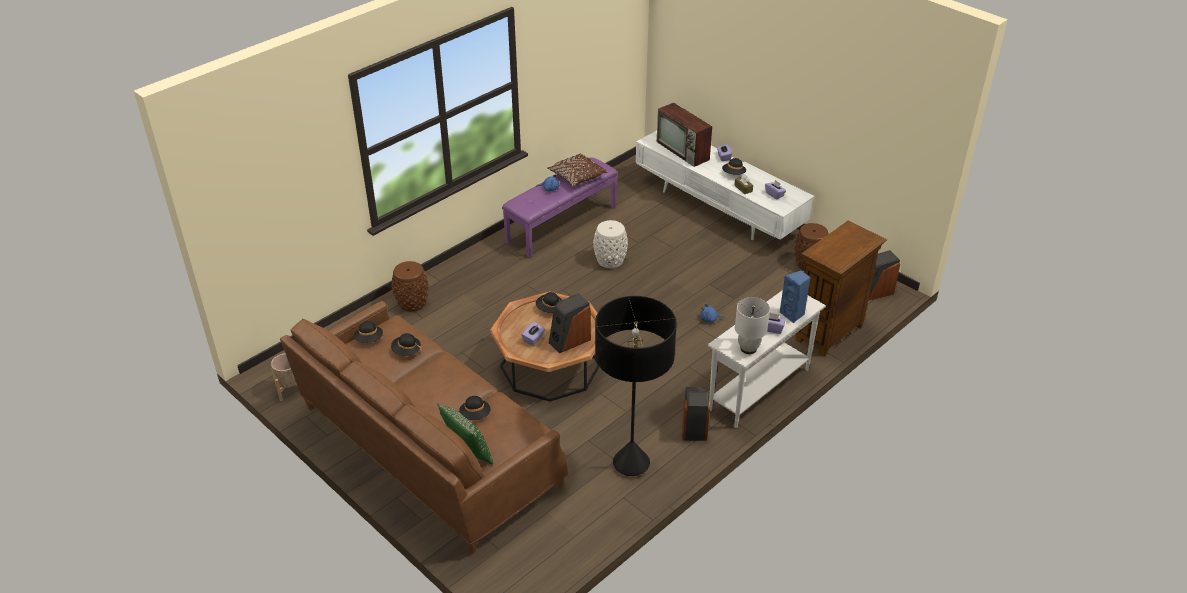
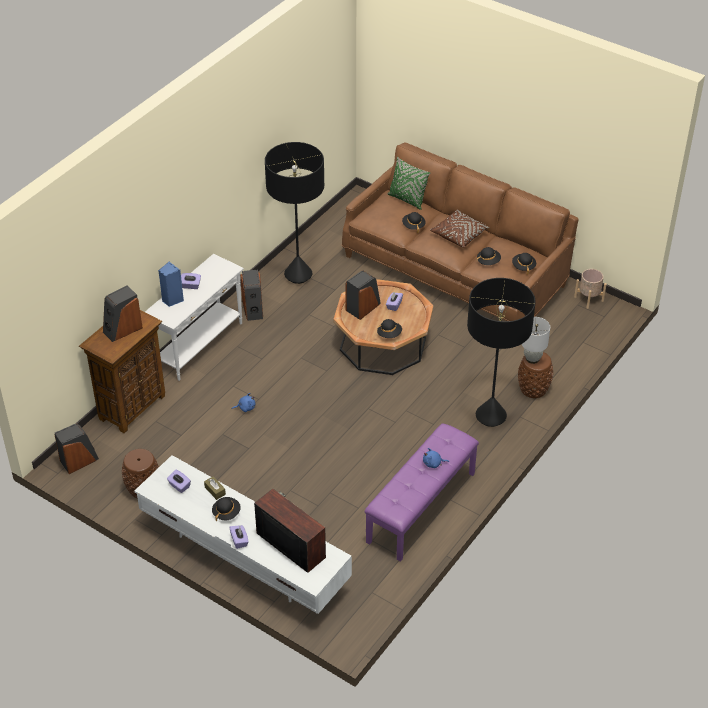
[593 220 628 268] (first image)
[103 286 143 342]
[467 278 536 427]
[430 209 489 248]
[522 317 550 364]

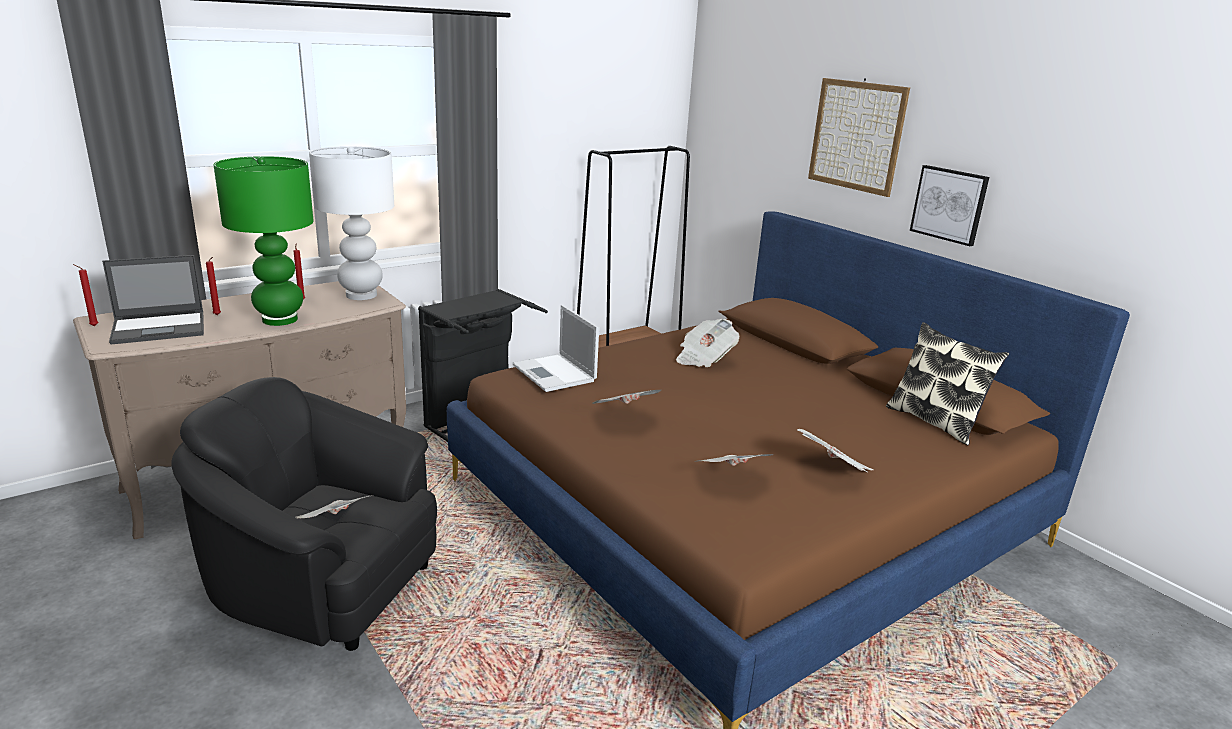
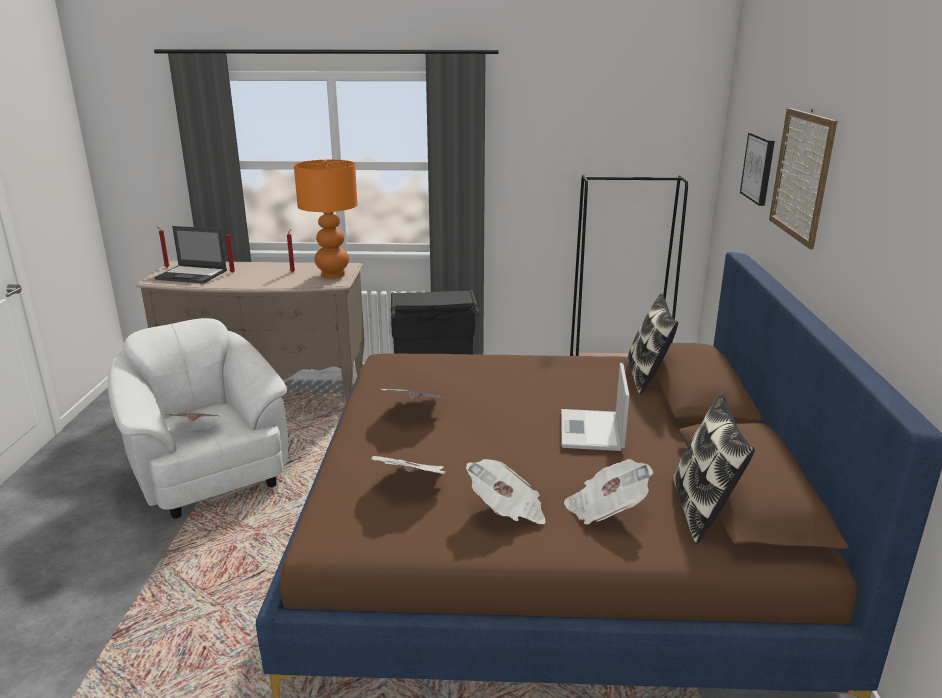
[213 156 314 326] (first image)
[627 294 678 394]
[561 363 630 451]
[564 459 653 525]
[740 132 775 206]
[108 318 288 519]
[294 160 358 279]

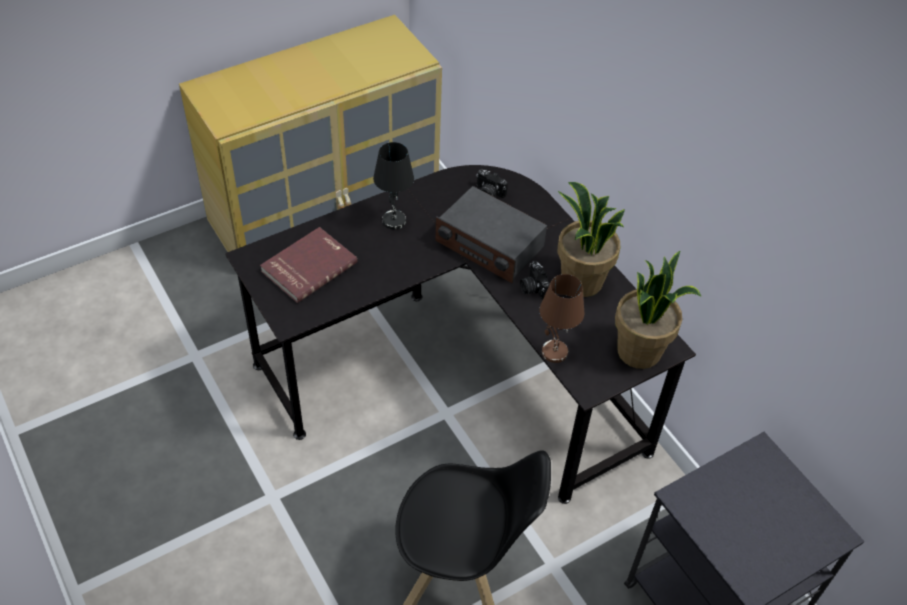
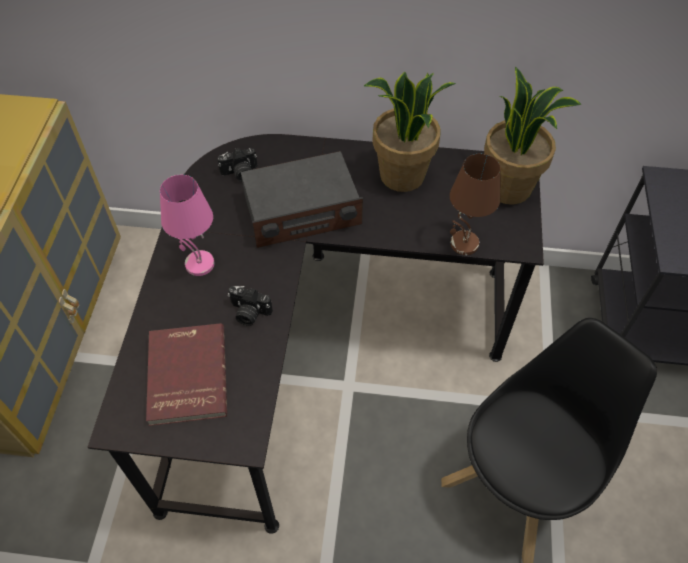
[228 286 273 326]
[160 175 215 276]

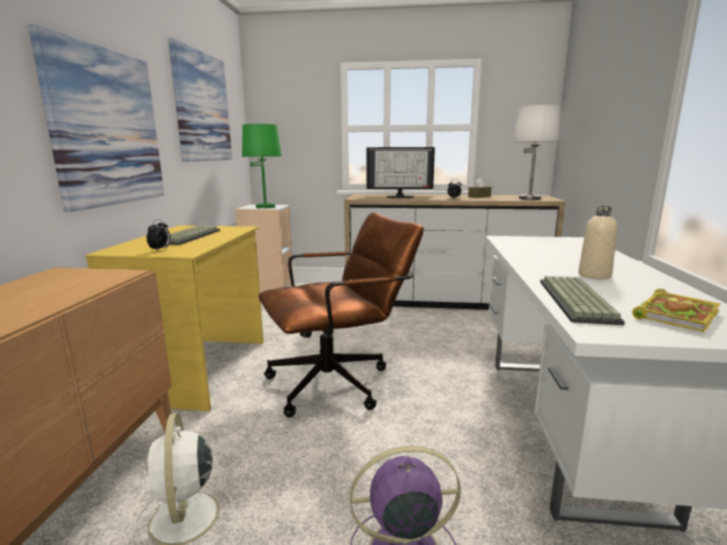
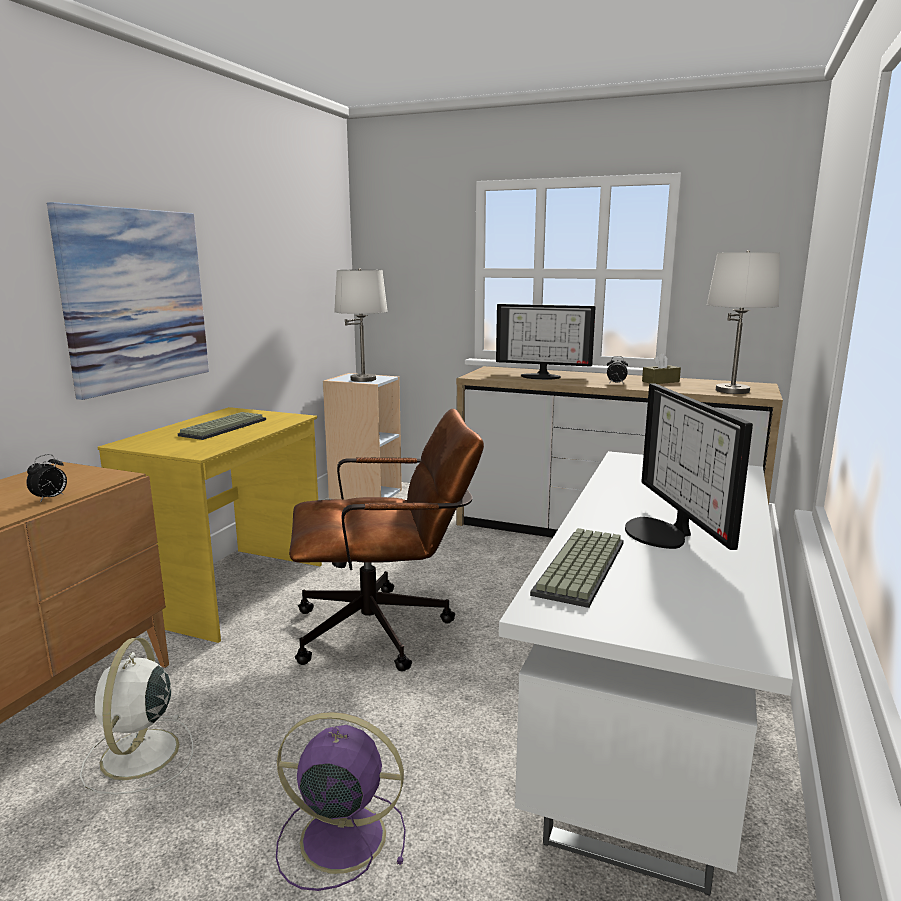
[168 38 232 162] (first image)
[632 289 721 332] (first image)
[26 454 67 502]
[625 383 753 550]
[334 268 388 382]

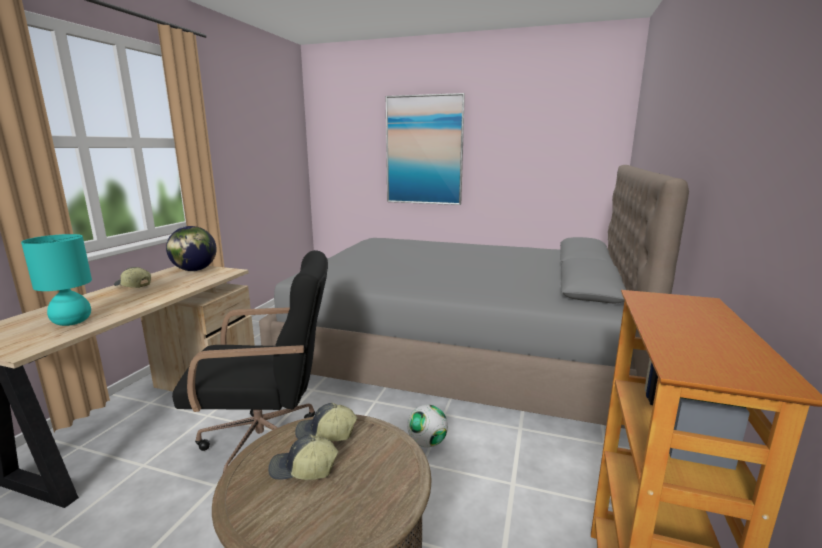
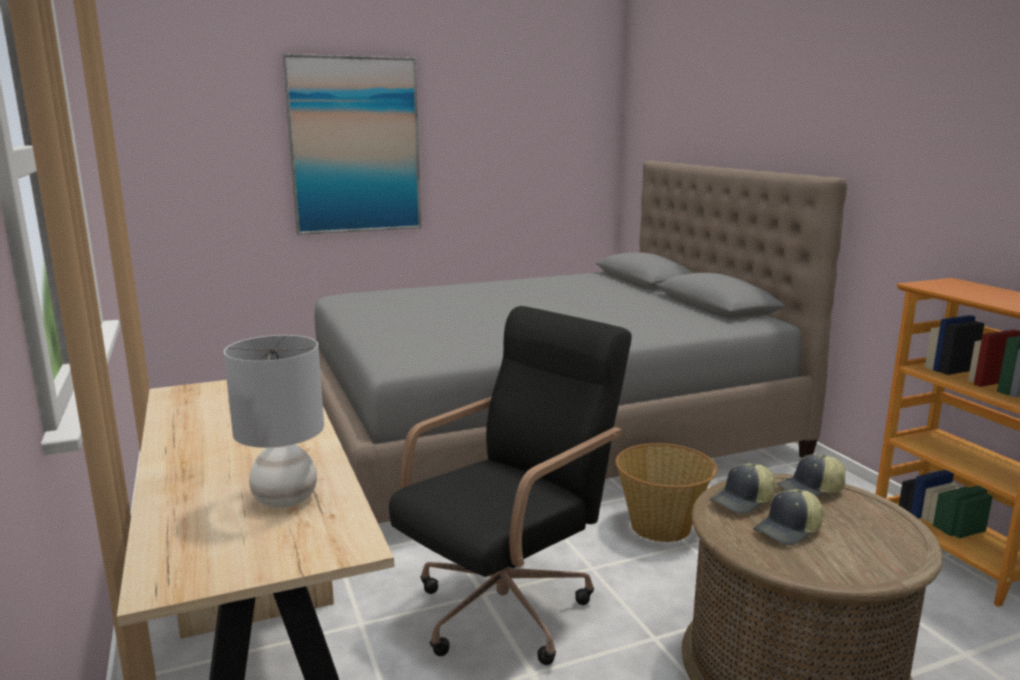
[166 226 217 271] (first image)
[776 454 846 496]
[615 443 718 542]
[224 335 324 508]

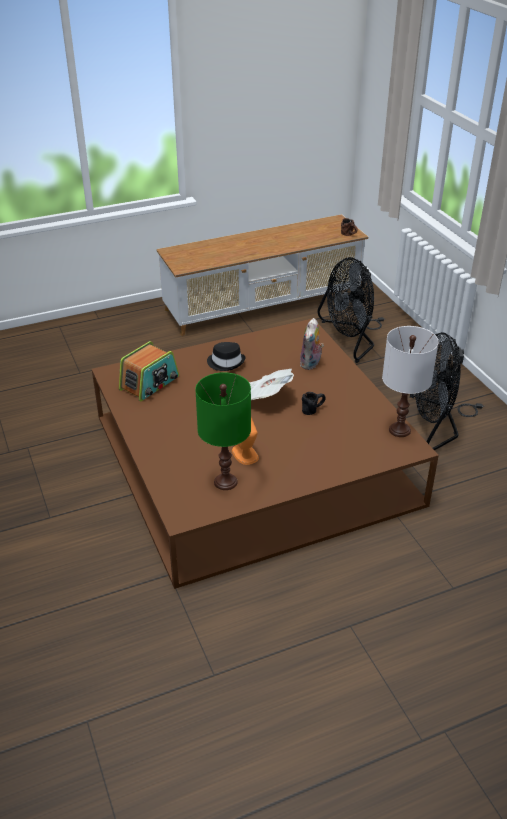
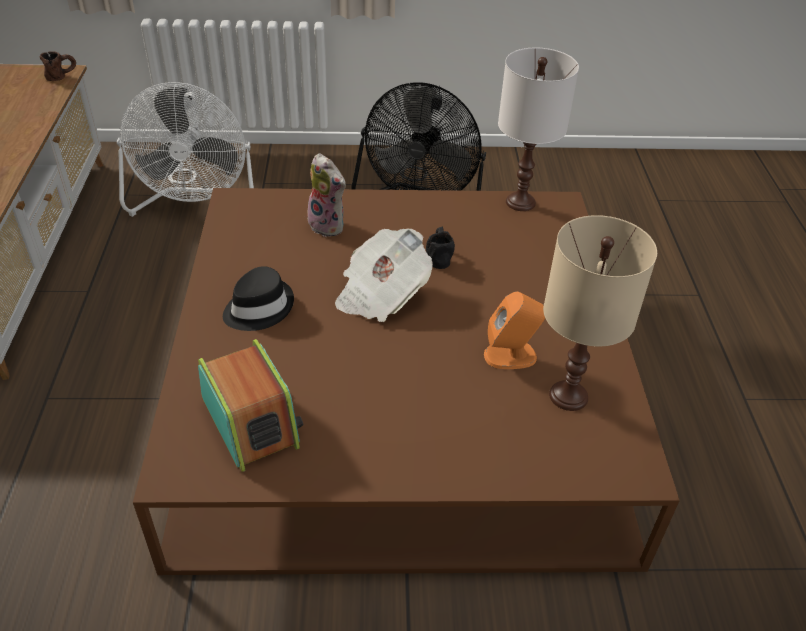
[543 215 657 411]
[117 82 254 217]

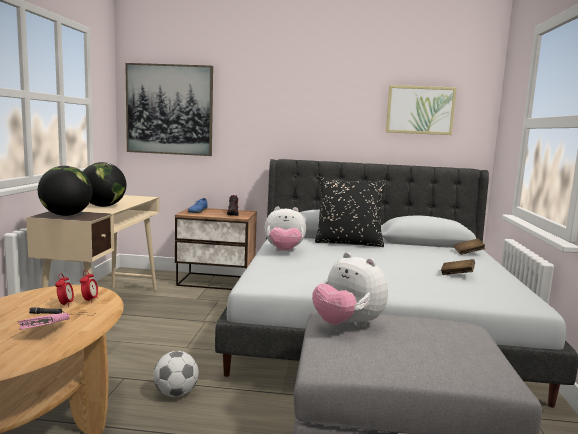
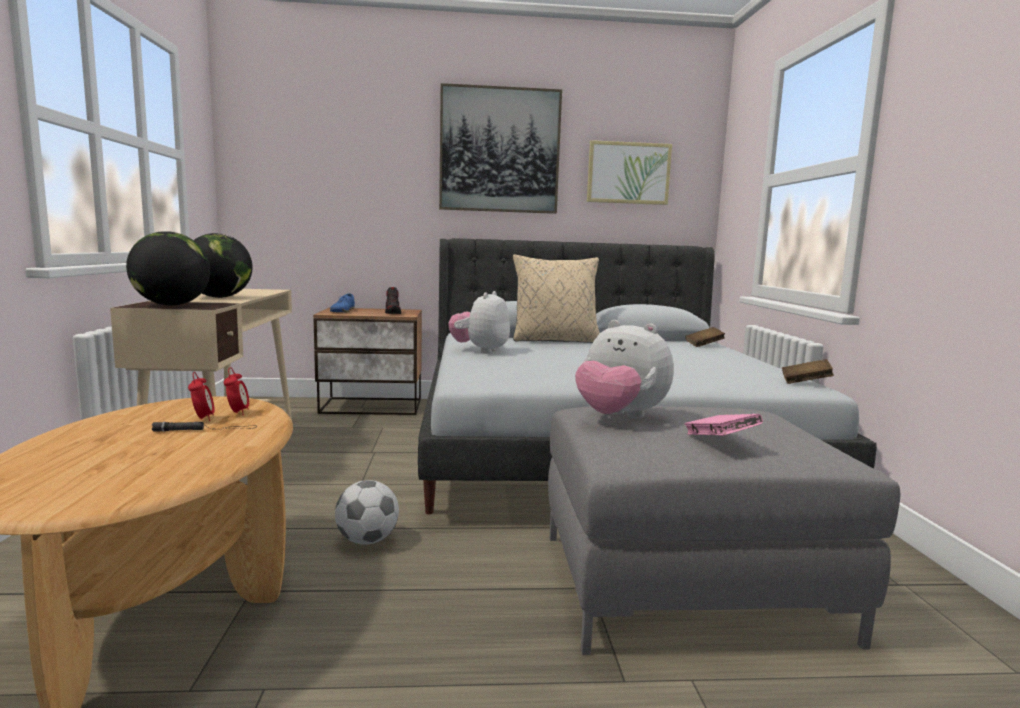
[685 414 763 436]
[439 83 562 214]
[782 359 834 384]
[513 255 600 343]
[449 291 510 353]

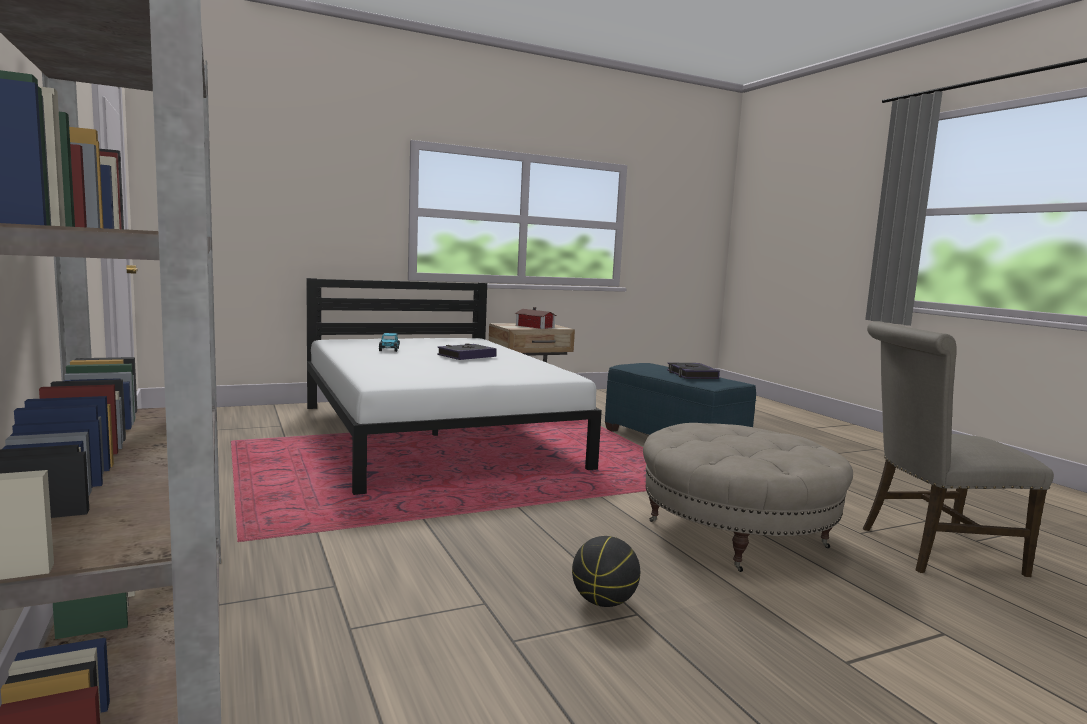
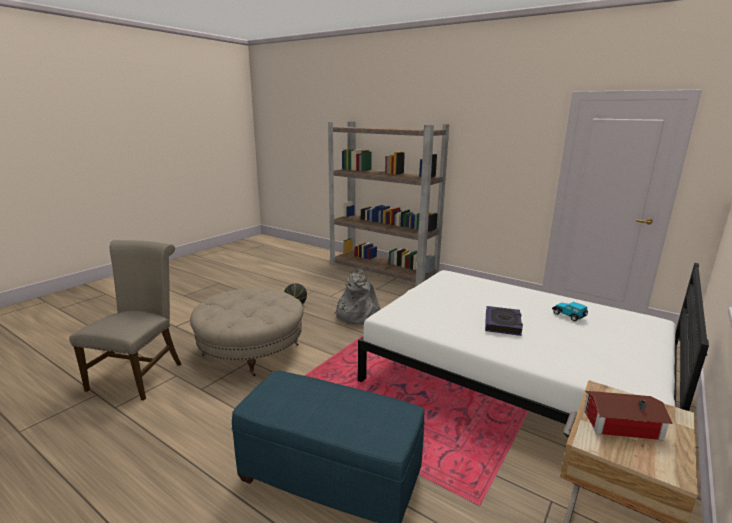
[667 362 720 379] (first image)
[334 270 381 324]
[69 240 182 400]

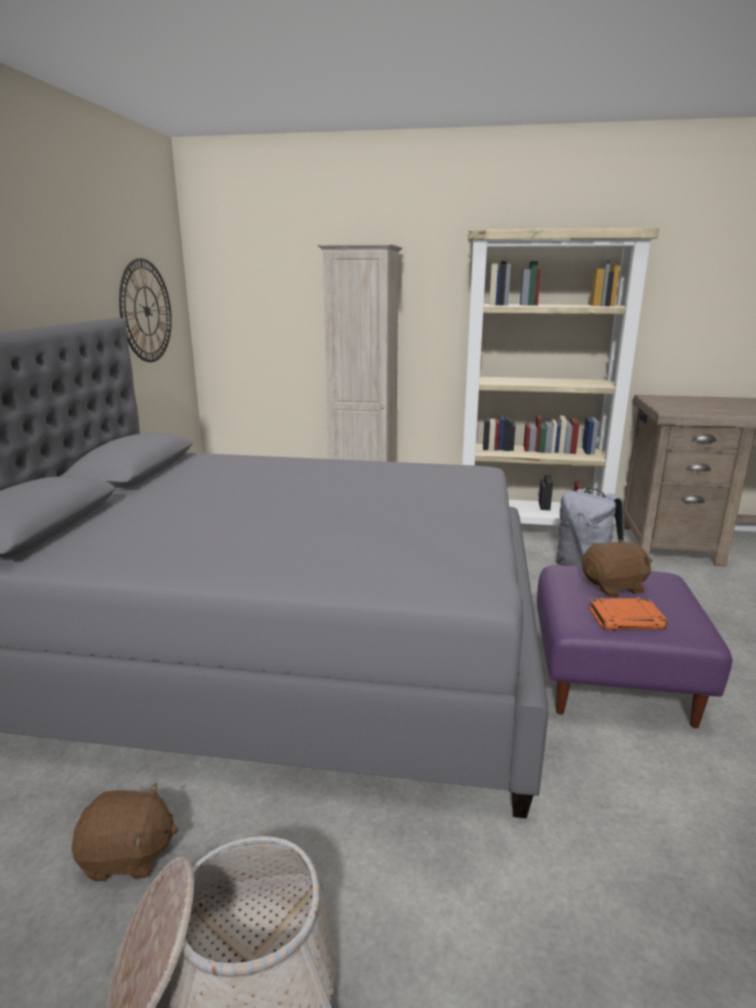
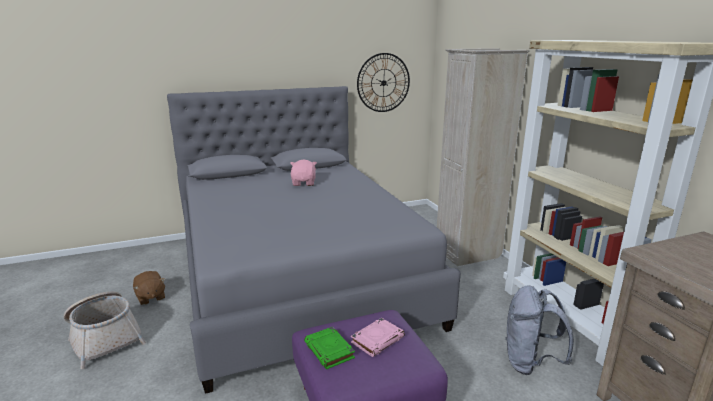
[290 160 317 186]
[351 318 405 357]
[304 327 355 369]

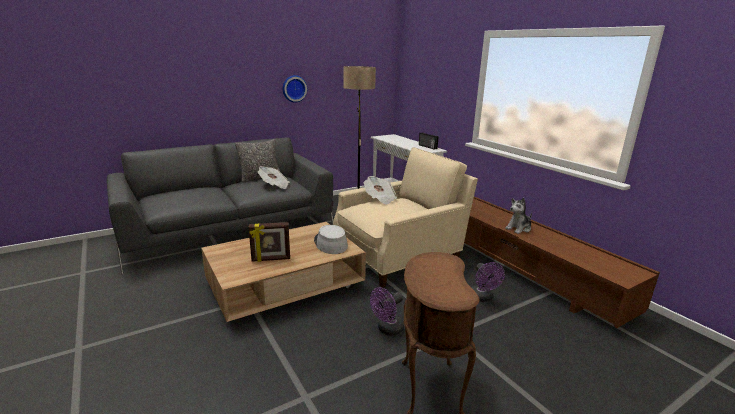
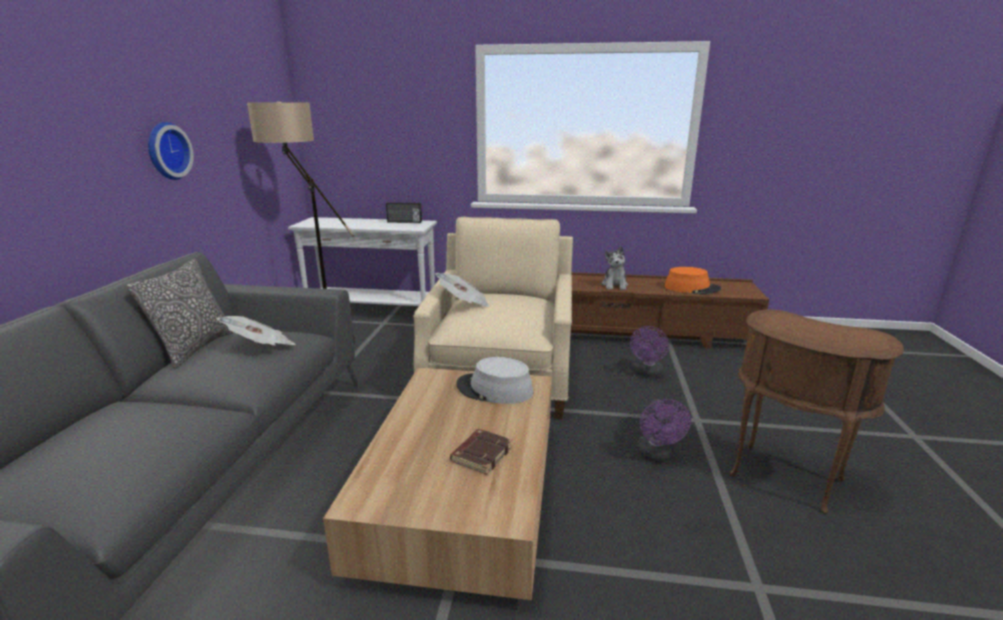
[664 267 721 295]
[450 429 512 475]
[630 326 669 377]

